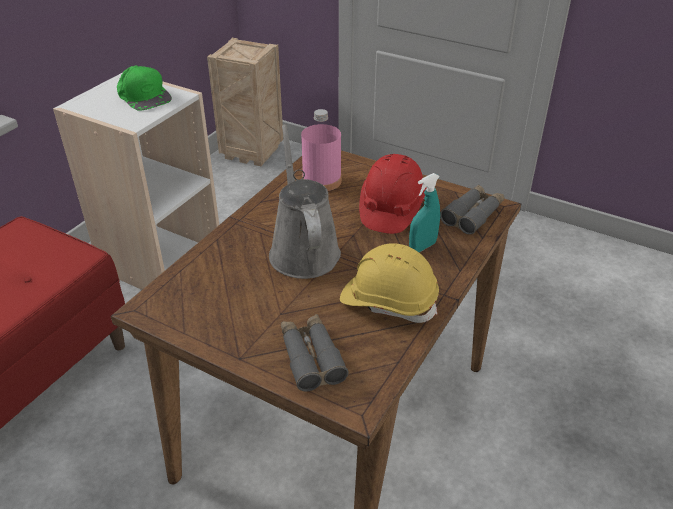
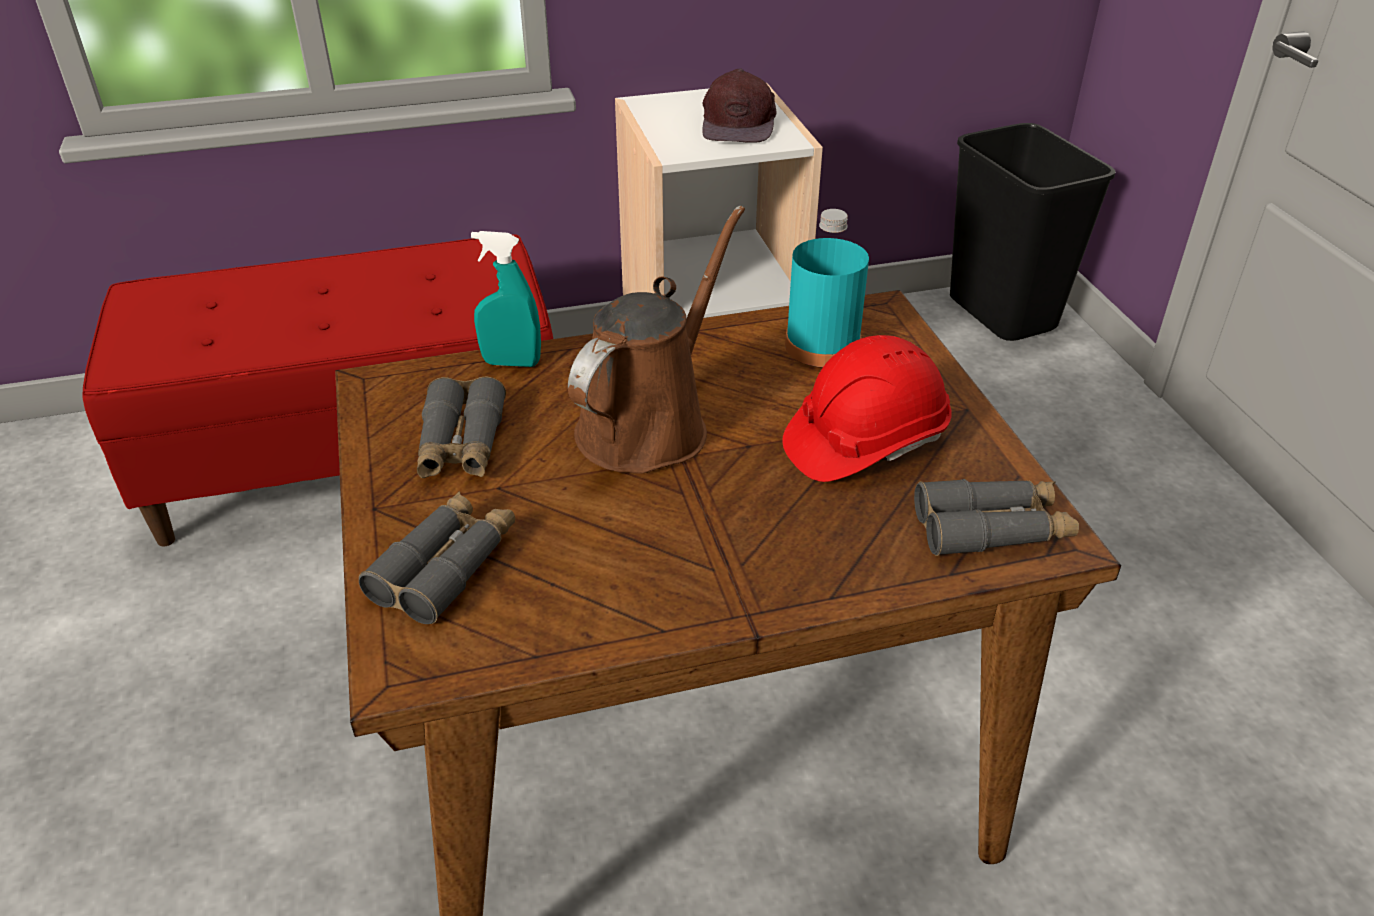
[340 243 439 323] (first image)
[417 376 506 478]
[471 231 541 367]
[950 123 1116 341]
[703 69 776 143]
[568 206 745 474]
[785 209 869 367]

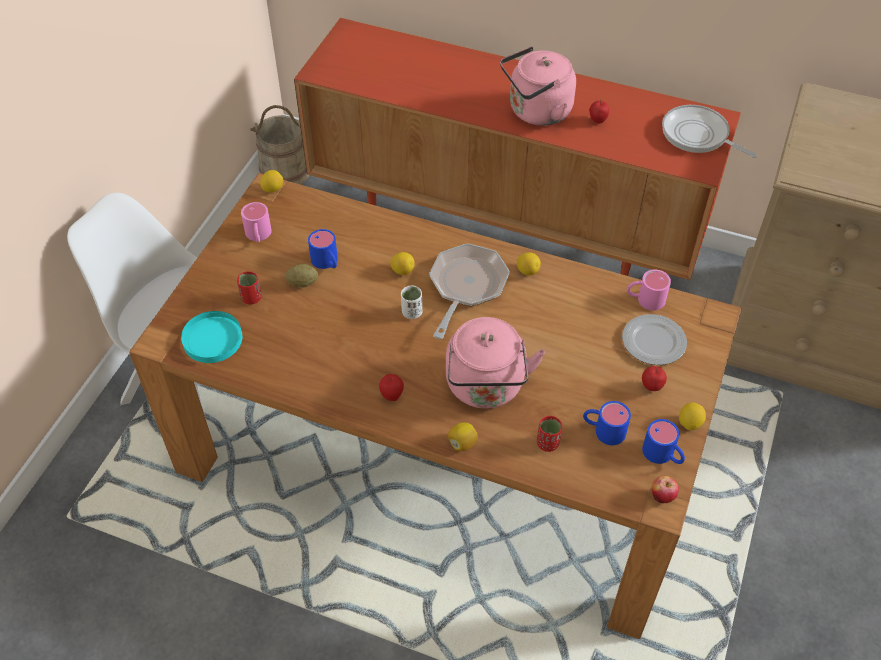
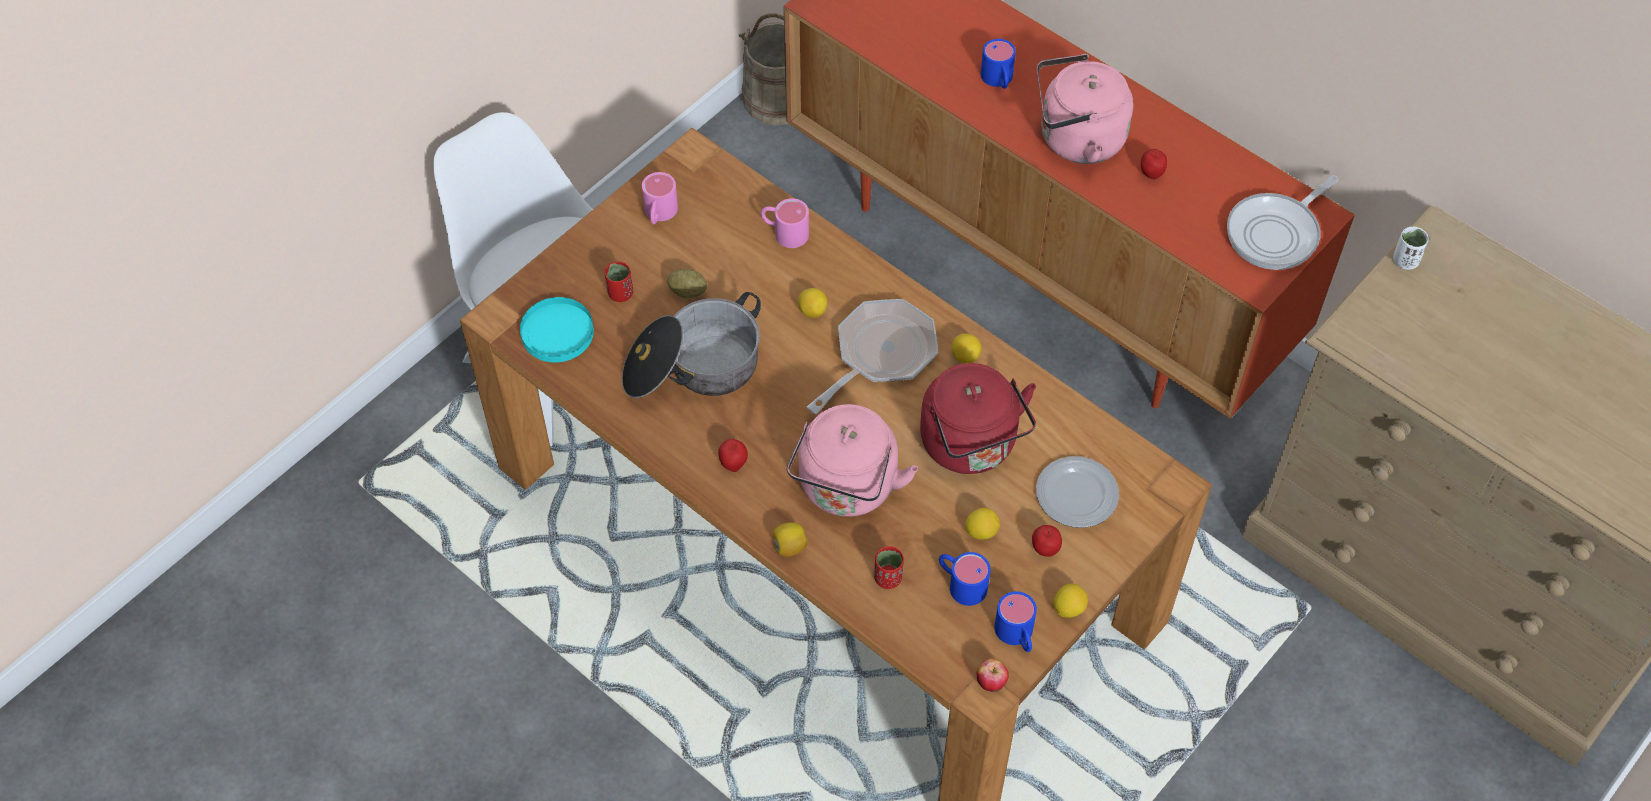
[622 292 761 398]
[920 363 1036 474]
[965 508 1000 540]
[981 39 1016 89]
[1393 227 1429 270]
[761 198 809 248]
[1227 175 1338 270]

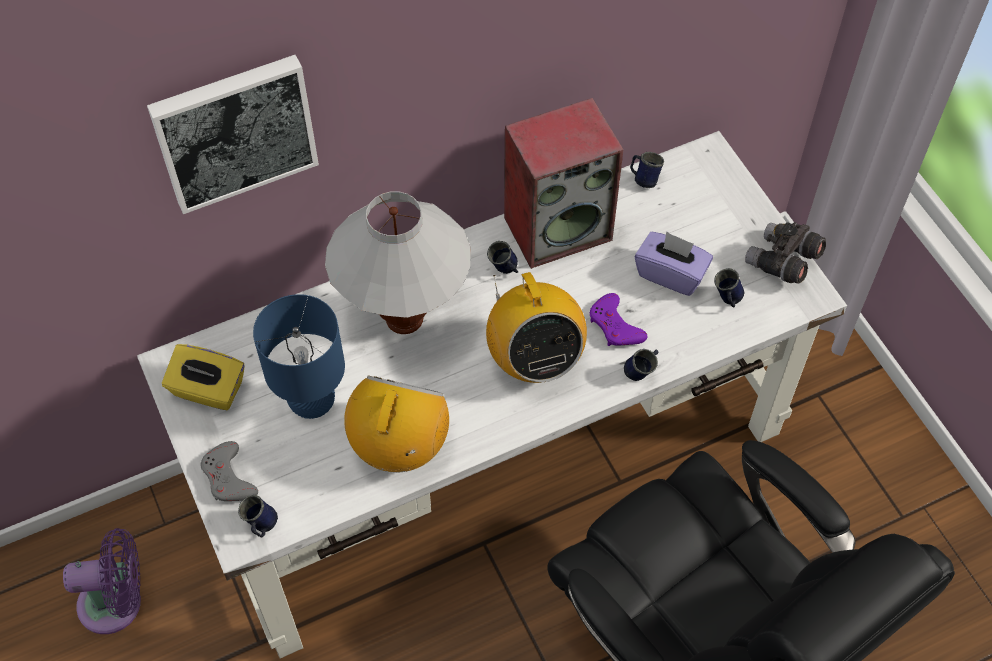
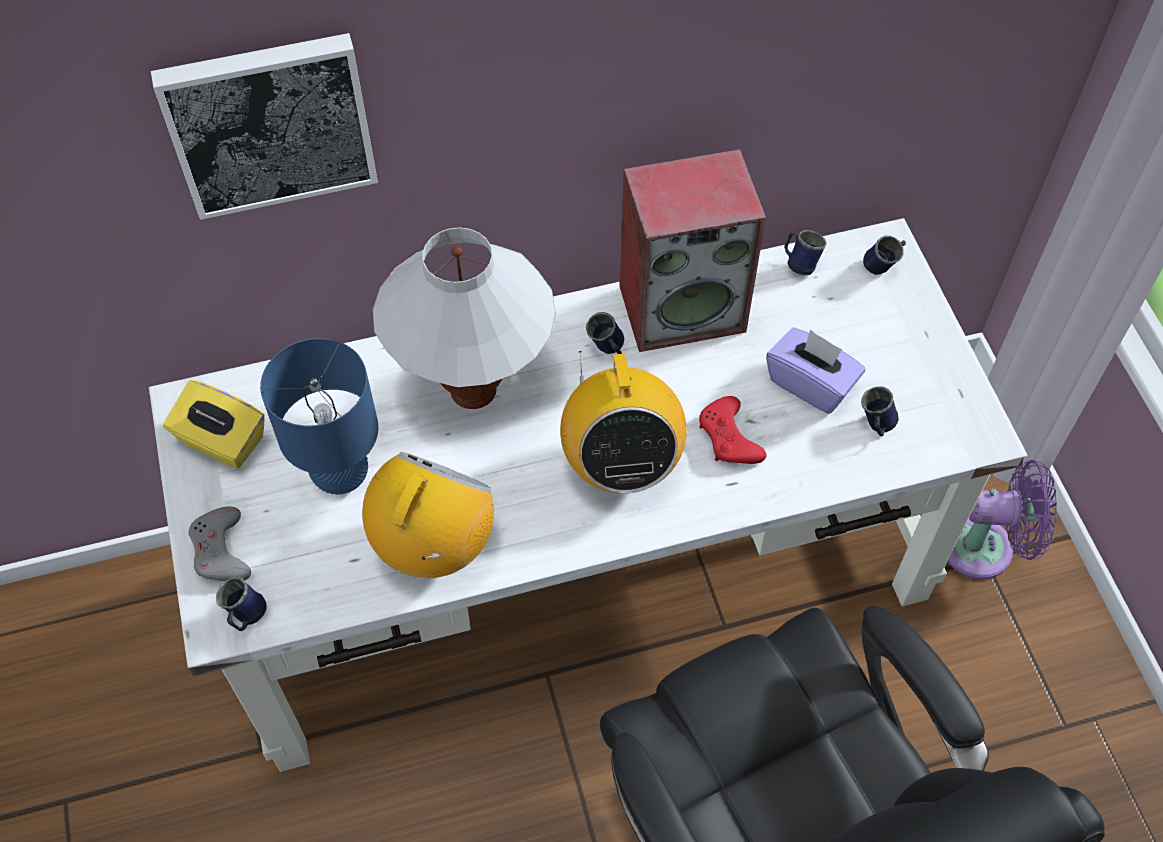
[745 222 826 284] (first image)
[947 460 1057 580]
[863 236 906 275]
[699 396 767 464]

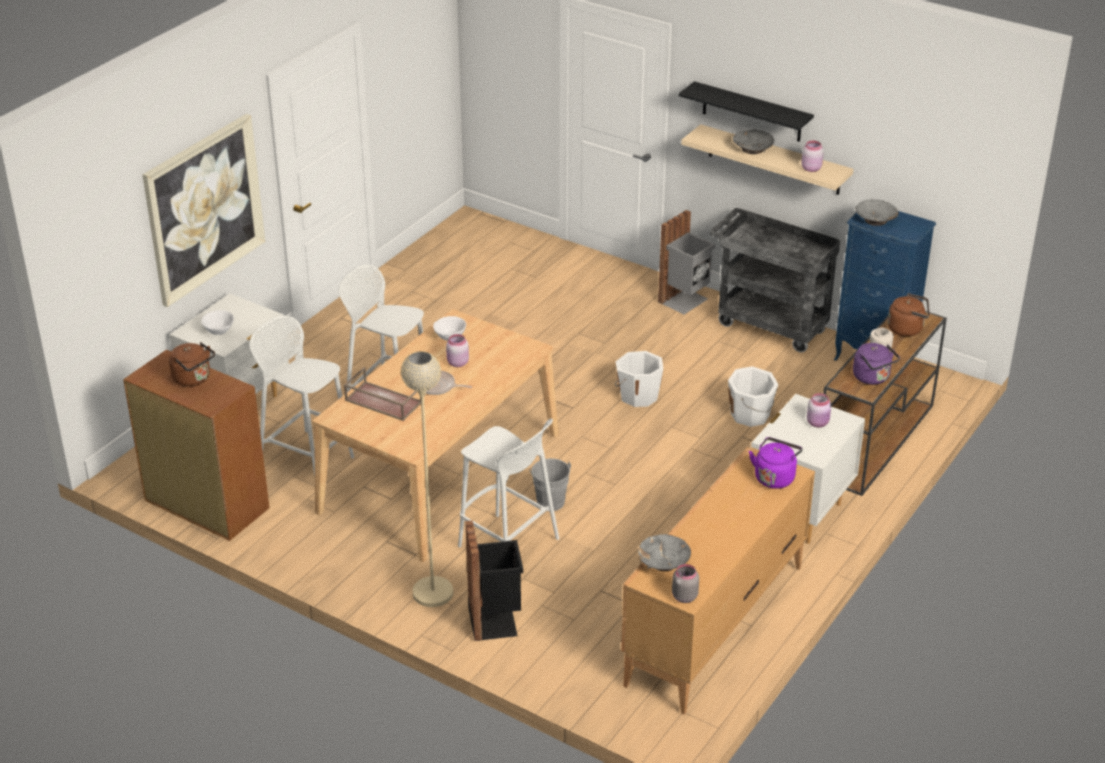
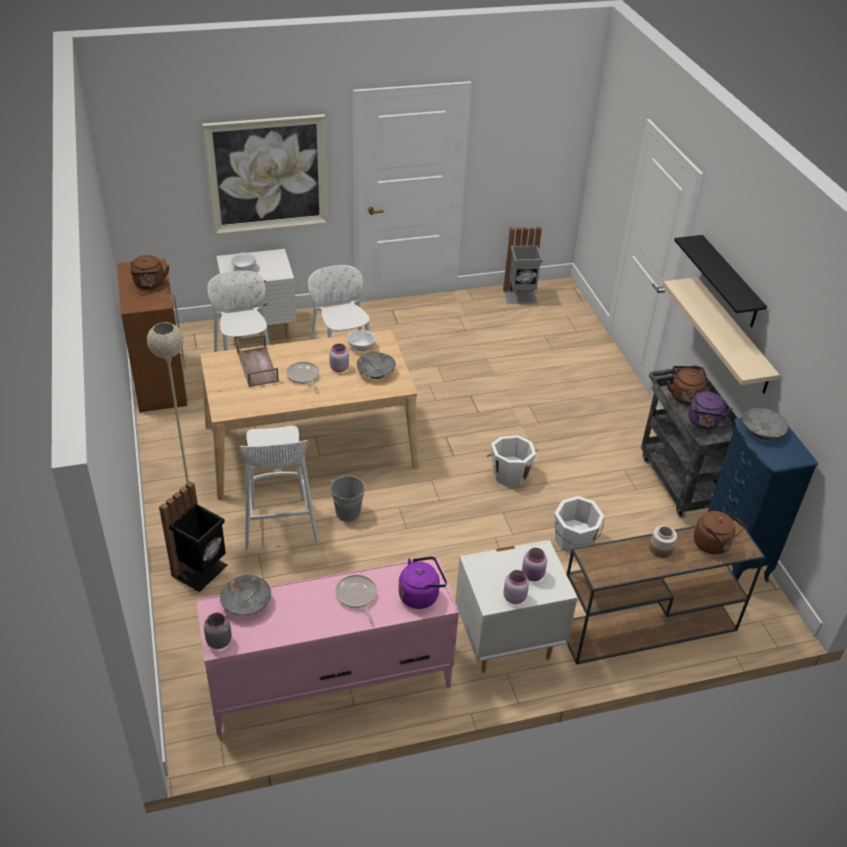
[335 574 377 621]
[667 366 706 405]
[503 227 542 304]
[357 352 396 379]
[503 570 529 604]
[688 391 732 429]
[197 556 459 736]

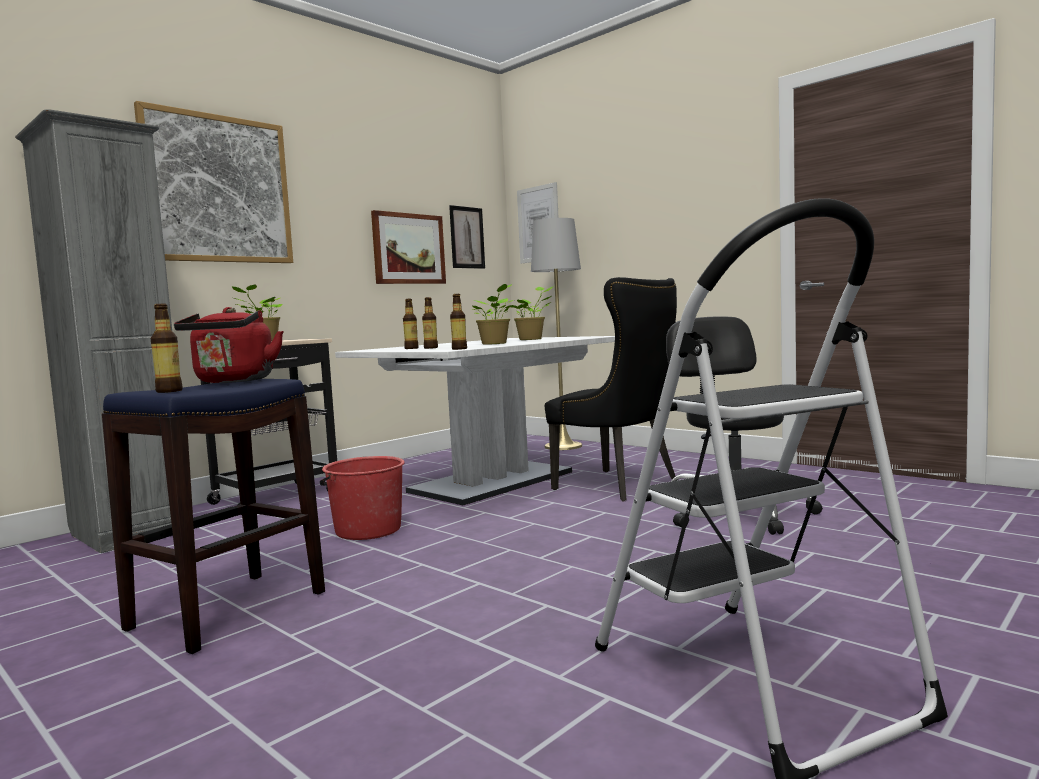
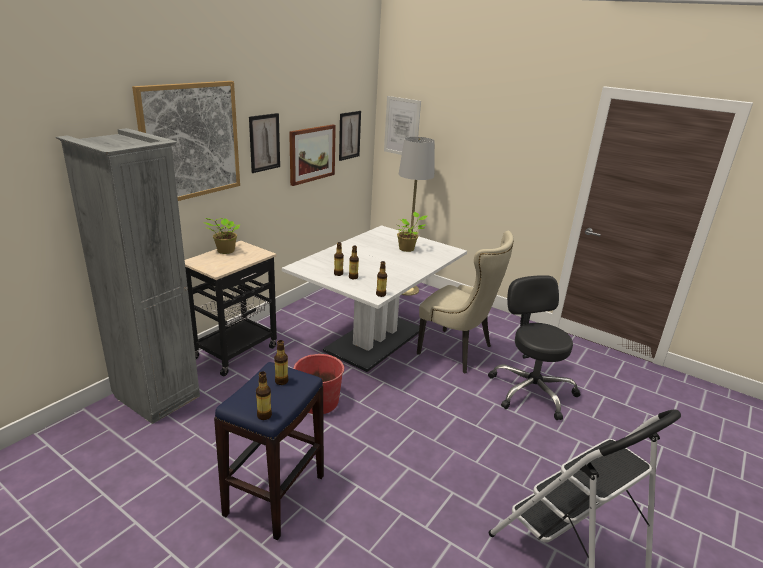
[472 284 513 345] (first image)
[249 113 280 173]
[274 340 288 385]
[417 231 513 374]

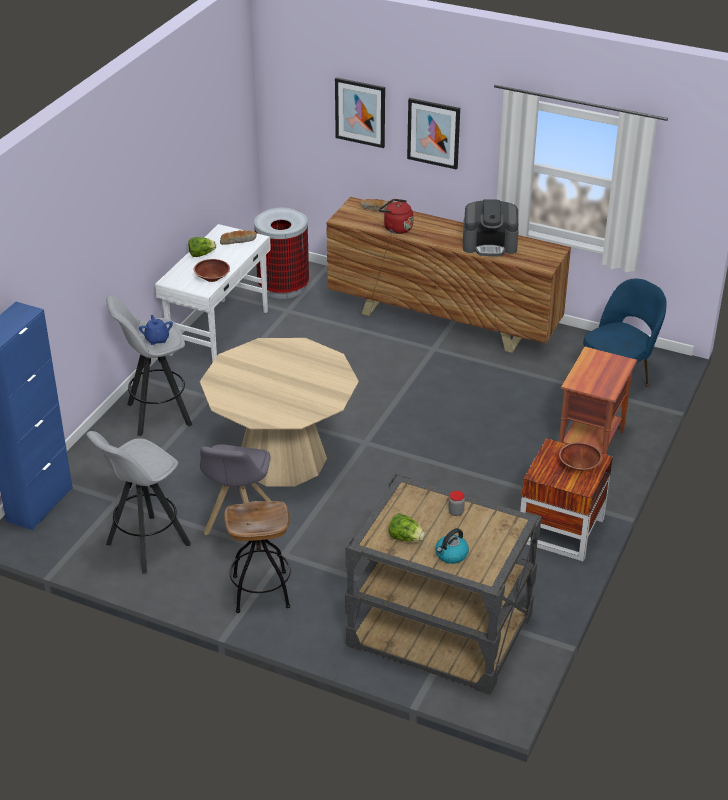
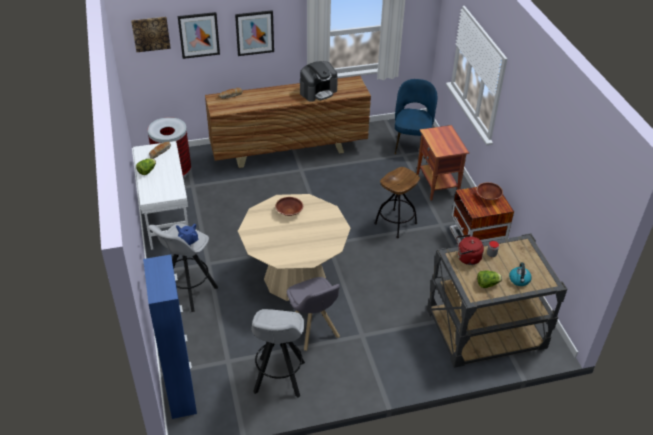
[131 17 171 52]
[275 197 303 216]
[374 167 420 238]
[456 234 484 265]

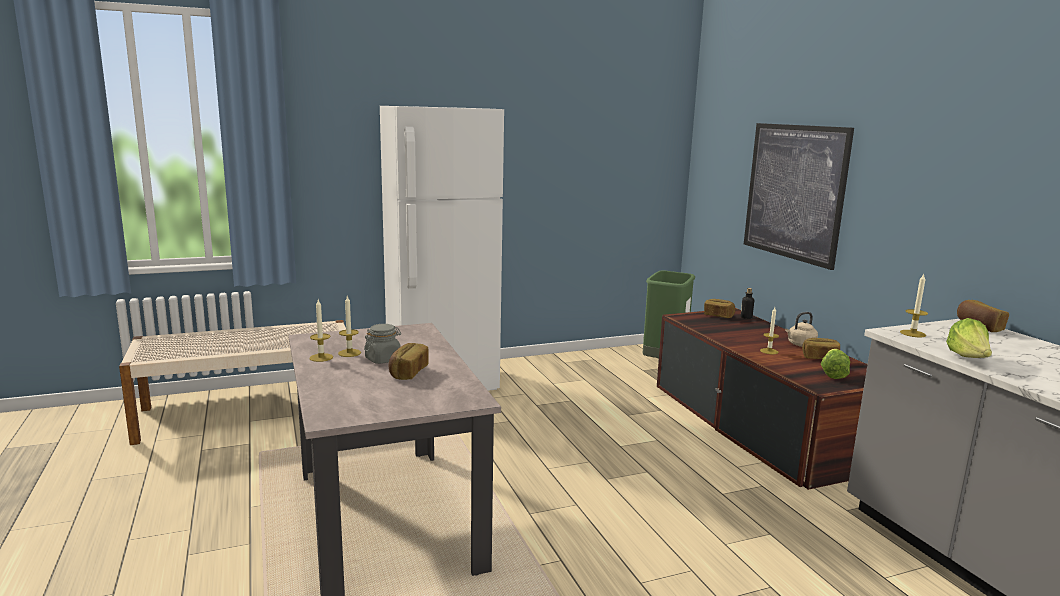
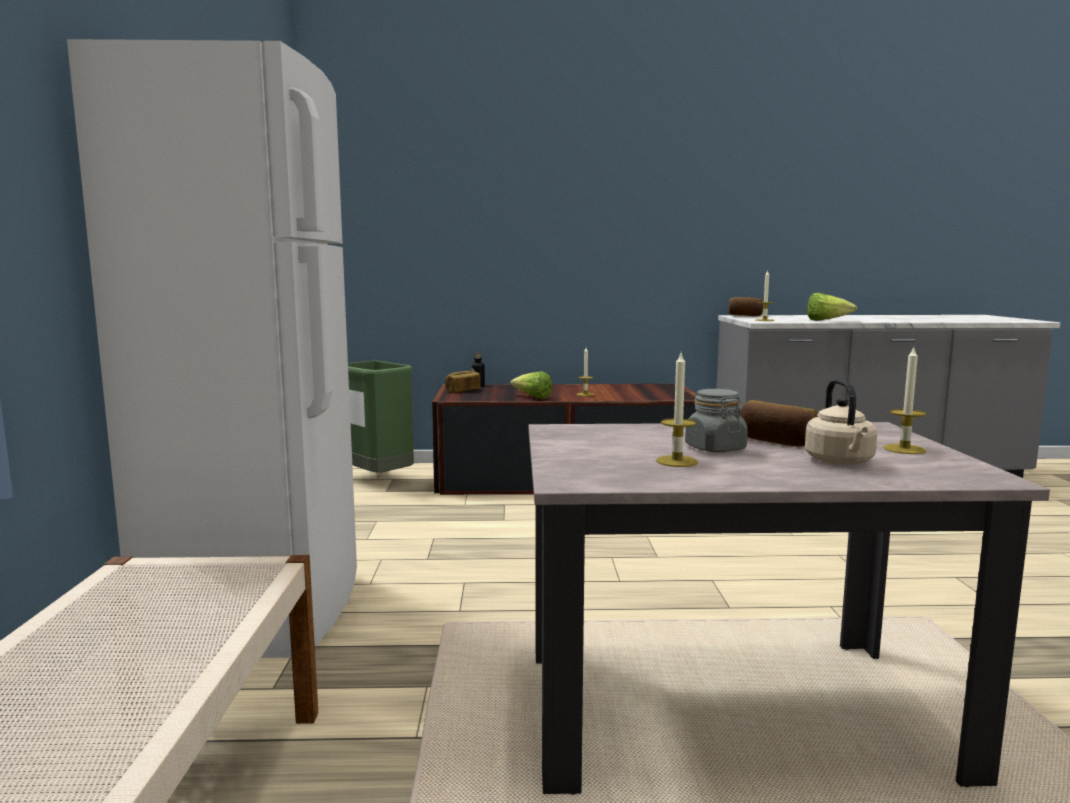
[744 123 854 270] (first image)
[802 338 840 359] (first image)
[883 347 927 454]
[805 379 877 465]
[510 371 552 399]

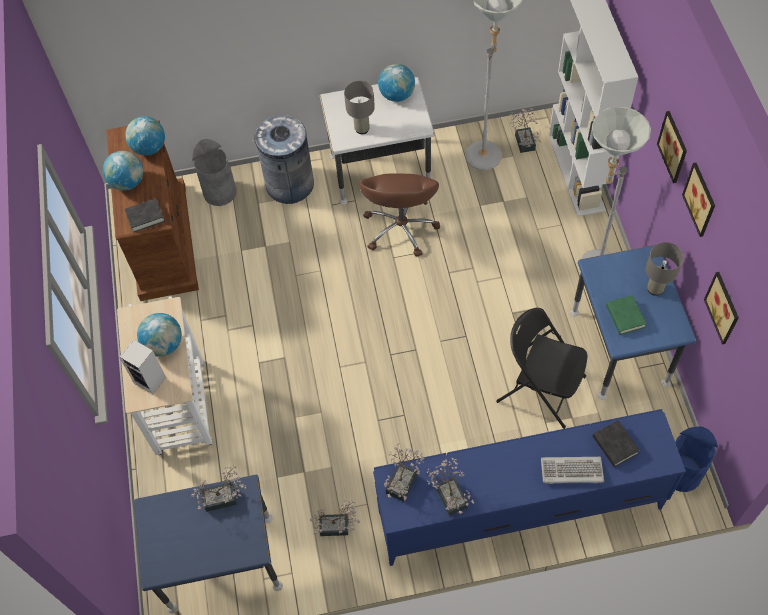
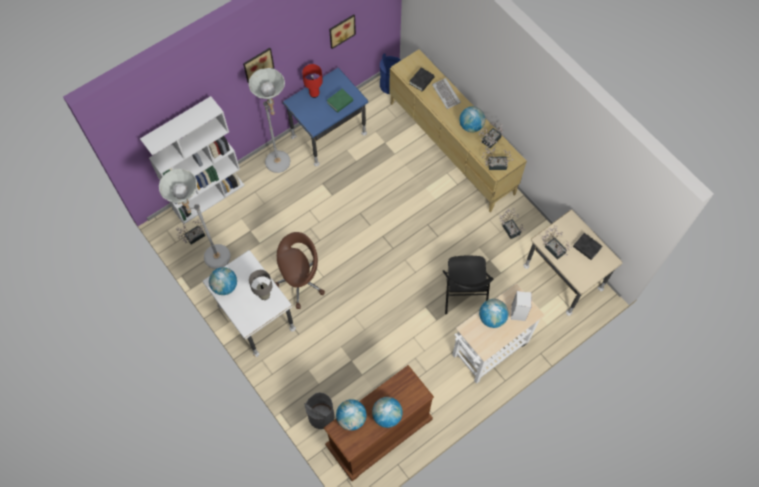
[255 115 314 204] (first image)
[682 163 715 237] (first image)
[459 106 485 132]
[573 233 602 260]
[442 255 493 314]
[523 209 623 316]
[389 49 527 213]
[302 64 323 98]

